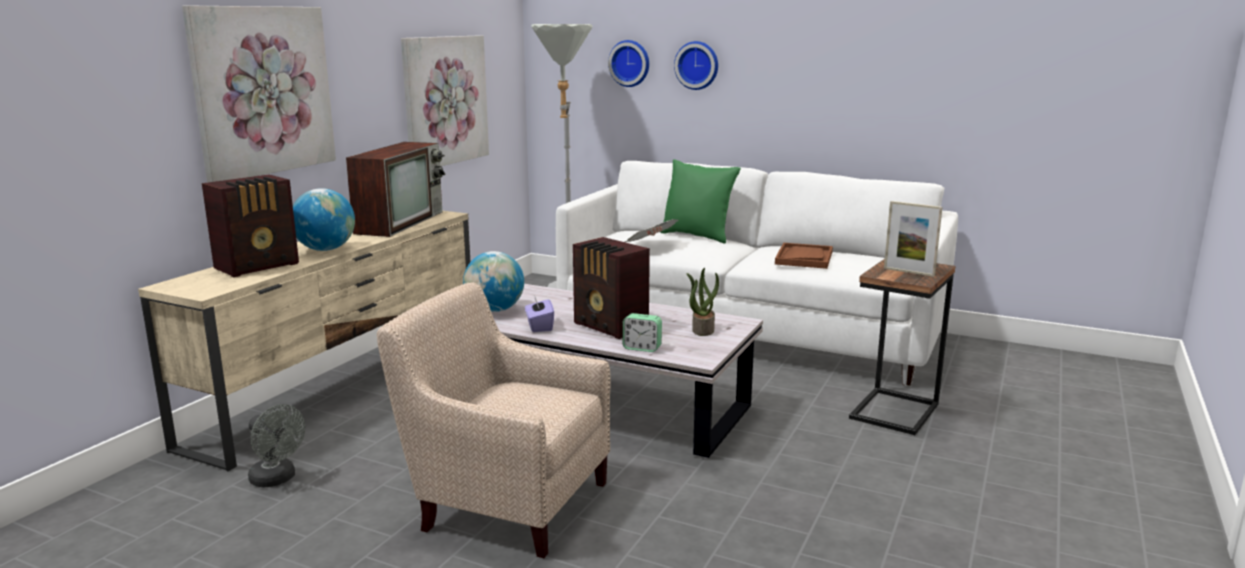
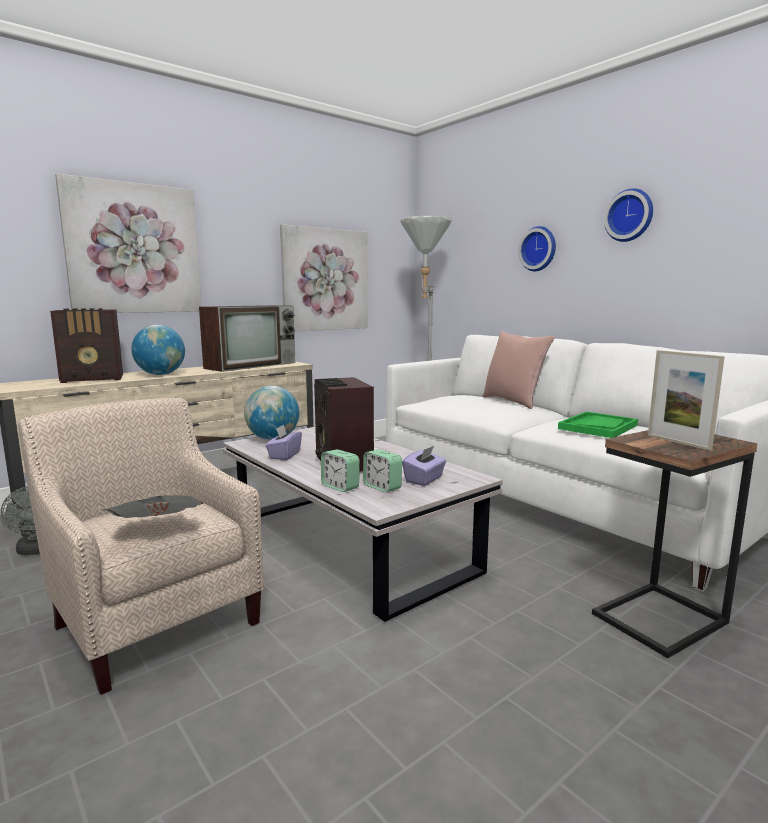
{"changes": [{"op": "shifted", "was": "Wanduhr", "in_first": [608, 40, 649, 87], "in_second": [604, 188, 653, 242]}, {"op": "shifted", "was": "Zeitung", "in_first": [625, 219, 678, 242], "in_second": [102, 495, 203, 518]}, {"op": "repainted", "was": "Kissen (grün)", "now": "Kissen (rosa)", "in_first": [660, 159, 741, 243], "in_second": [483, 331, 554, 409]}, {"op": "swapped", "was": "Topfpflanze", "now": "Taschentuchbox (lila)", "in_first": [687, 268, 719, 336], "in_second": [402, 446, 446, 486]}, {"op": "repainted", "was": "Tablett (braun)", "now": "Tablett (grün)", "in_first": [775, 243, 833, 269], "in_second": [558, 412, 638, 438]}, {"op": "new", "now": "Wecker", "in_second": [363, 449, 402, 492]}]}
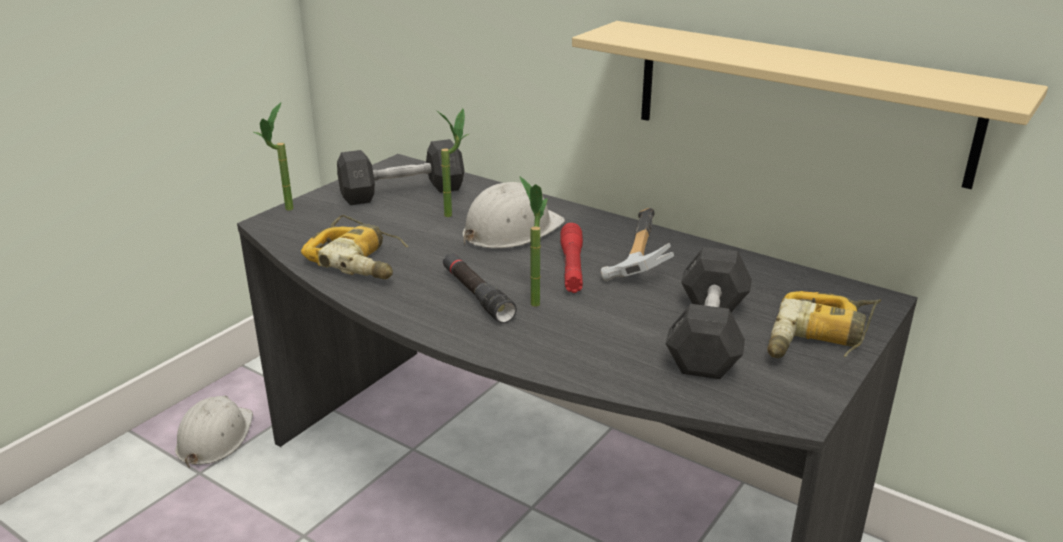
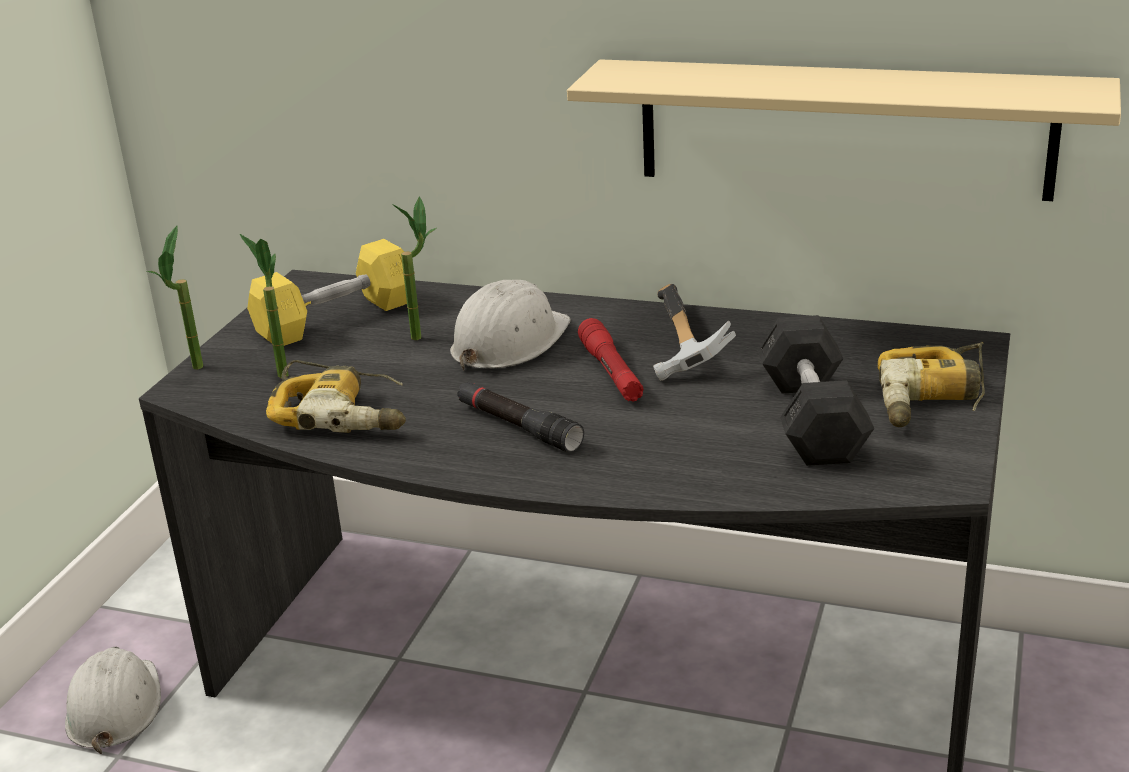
{"changes": [{"op": "repainted", "was": "Hantel (grau)", "now": "Hantel (gelb)", "in_first": [337, 139, 464, 205], "in_second": [247, 239, 407, 346]}, {"op": "shifted", "was": "Topfpflanze", "in_first": [520, 177, 547, 307], "in_second": [240, 234, 289, 378]}]}
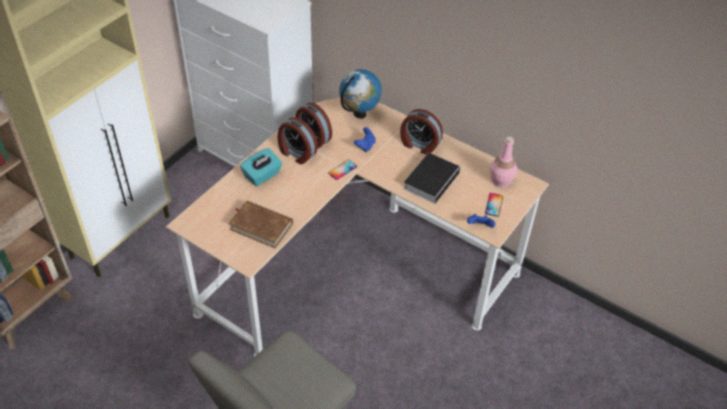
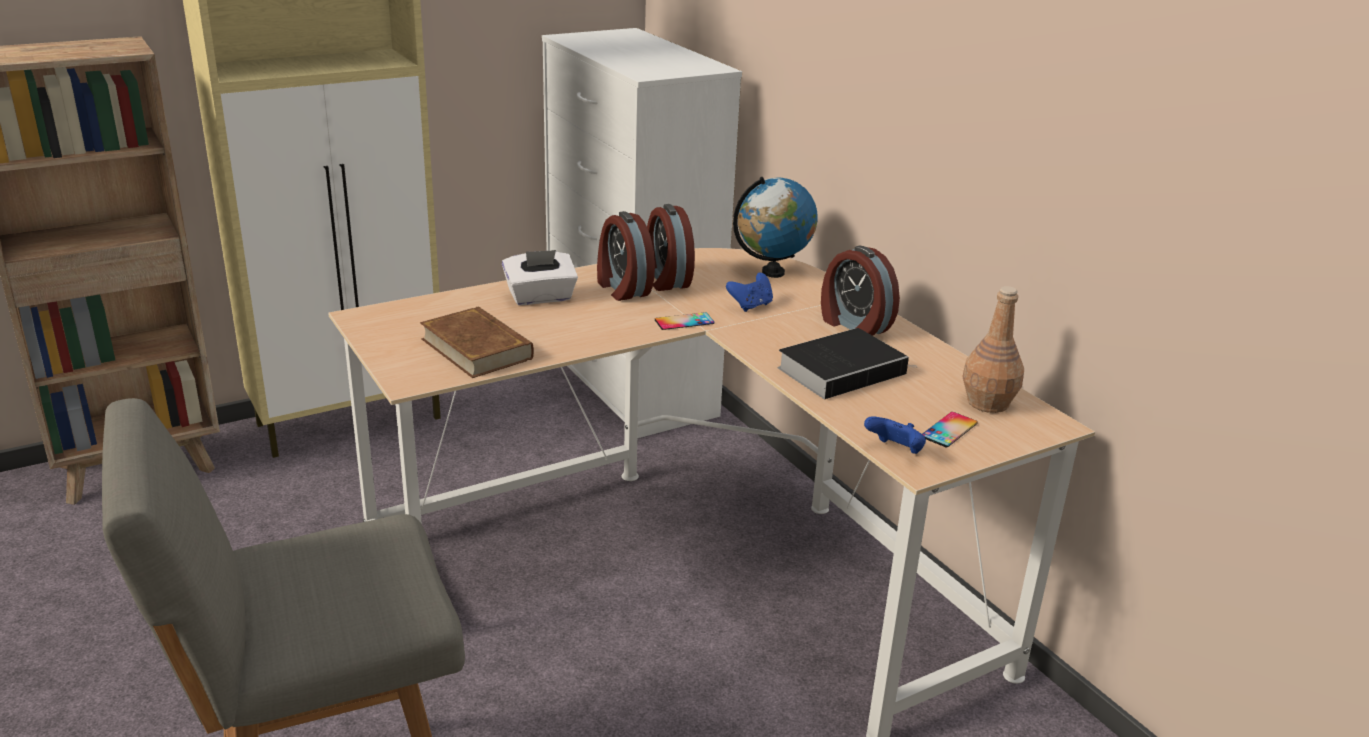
{"changes": [{"op": "repainted", "was": "Taschentuchbox (türkis)", "now": "Taschentuchbox (weiß)", "in_first": [240, 148, 282, 186], "in_second": [502, 250, 578, 305]}, {"op": "repainted", "was": "Flasche (rosa)", "now": "Flasche (braun)", "in_first": [489, 137, 517, 187], "in_second": [962, 286, 1024, 413]}]}
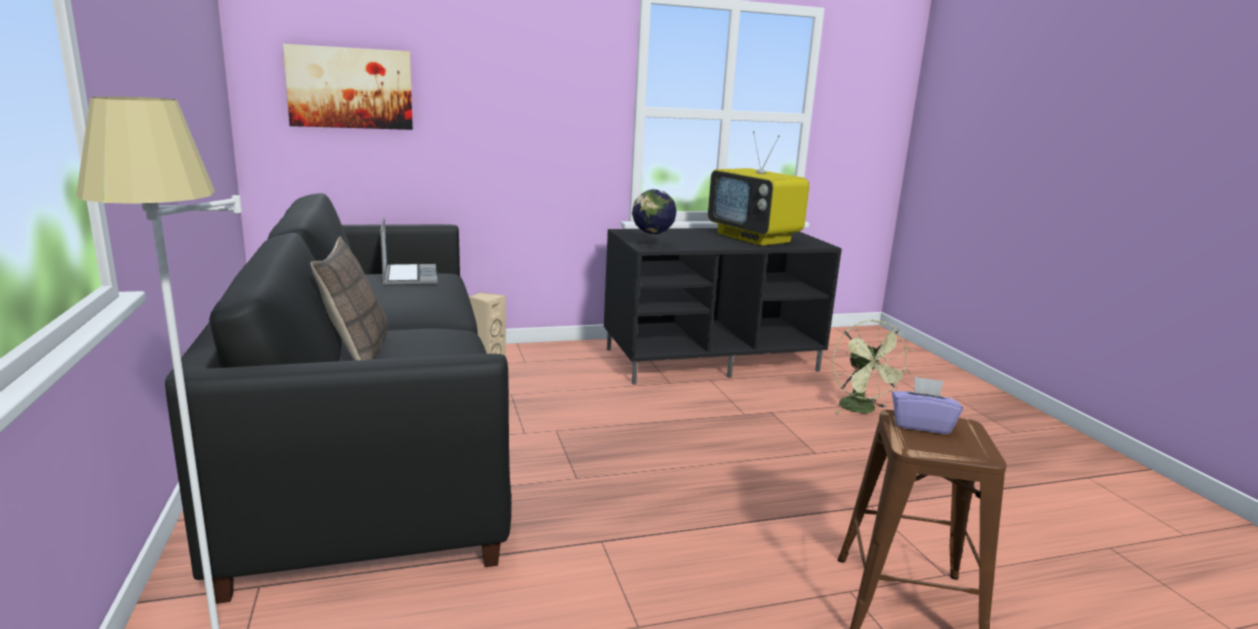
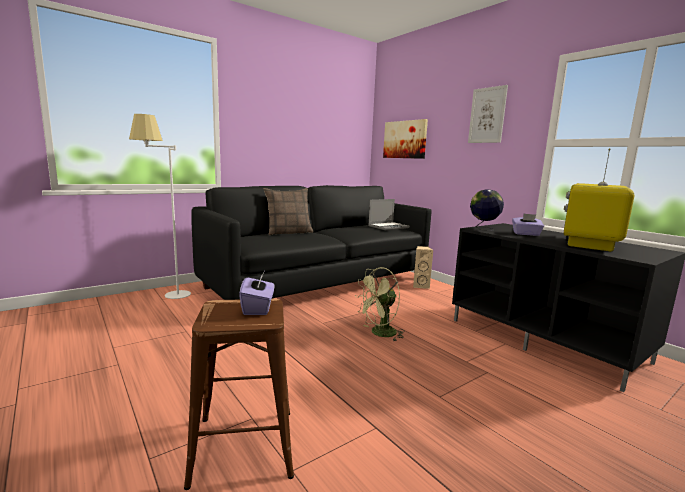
{"changes": [{"op": "shifted", "was": "Ventilator (grün)", "in_first": [832, 320, 913, 413], "in_second": [355, 267, 405, 342]}, {"op": "new", "now": "Bild", "in_second": [468, 85, 508, 143]}, {"op": "new", "now": "Taschentuchbox (lila)", "in_second": [512, 214, 544, 236]}]}
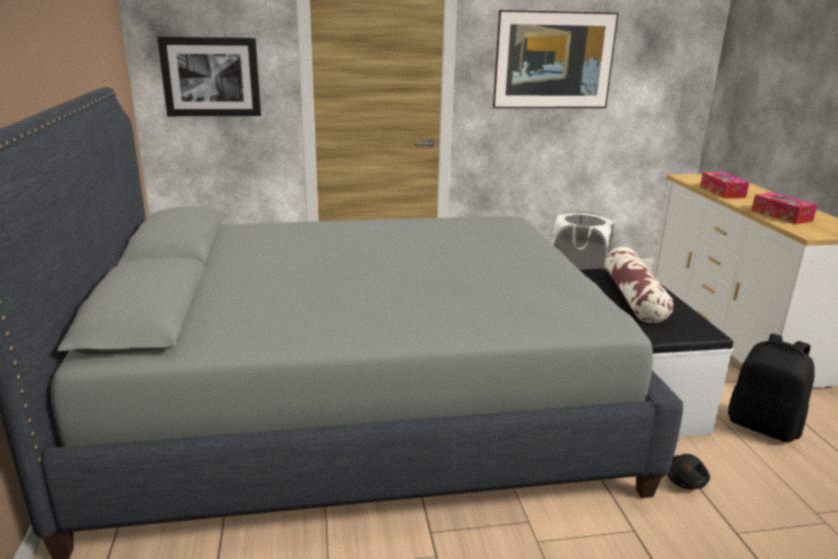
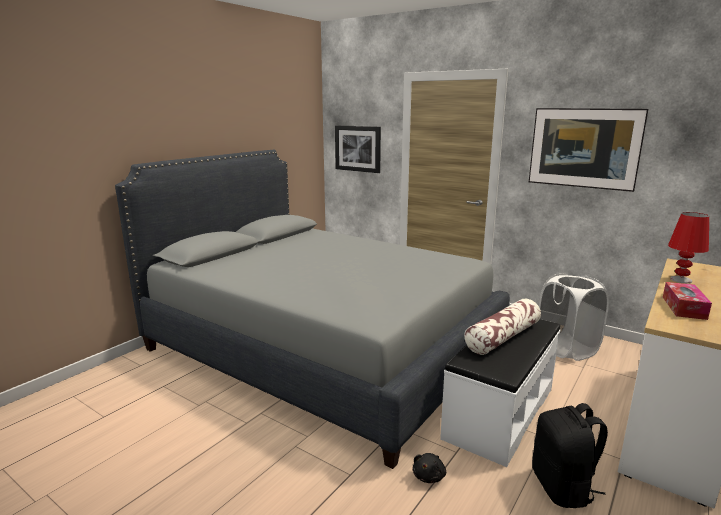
{"changes": [{"op": "rotated", "was": "Plüschtier (schwarz)", "in_first": [667, 454, 710, 489], "in_second": [413, 453, 446, 483], "clockwise": -45}, {"op": "swapped", "was": "Taschentuchbox", "now": "Tischlampe (rot)", "in_first": [700, 172, 749, 198], "in_second": [668, 212, 709, 283]}]}
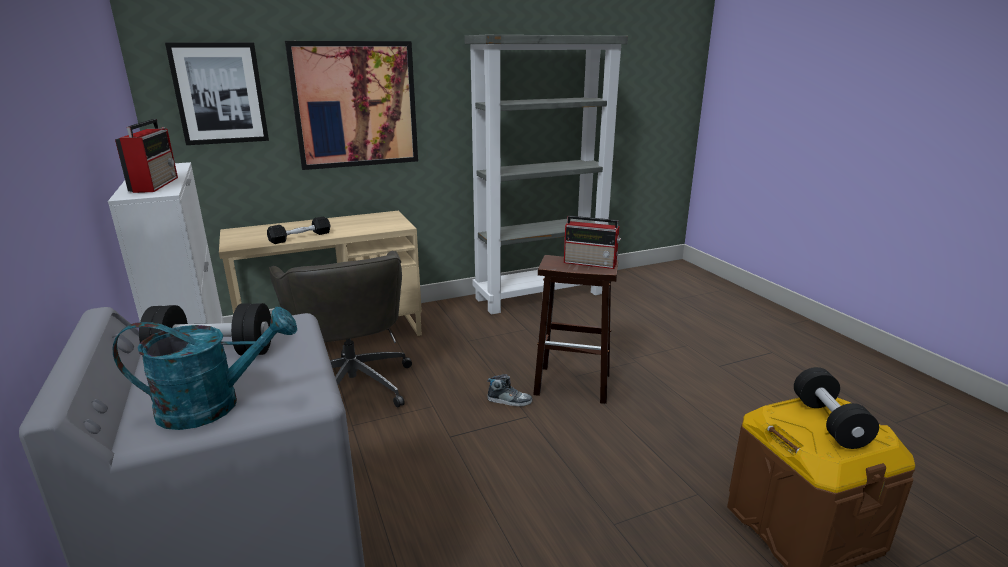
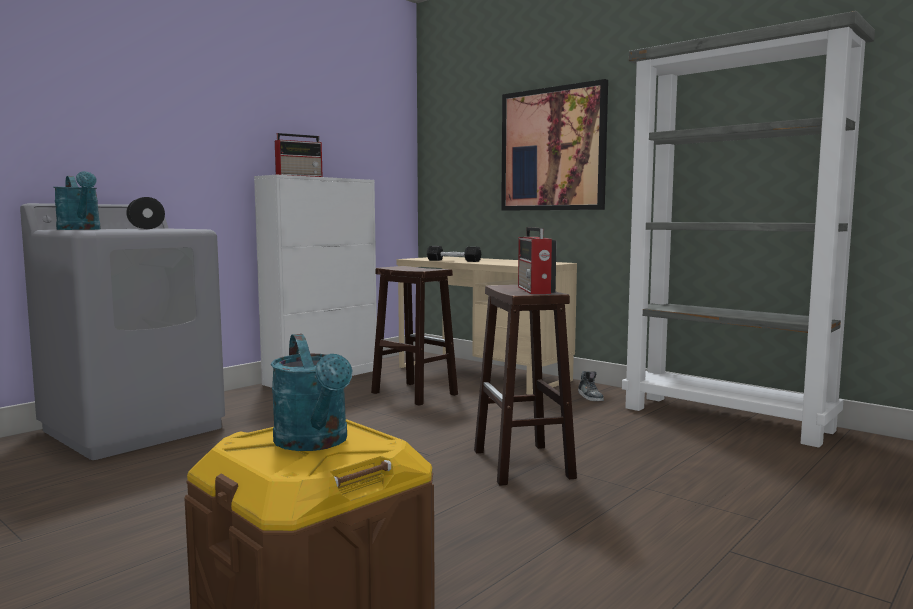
{"changes": [{"op": "gone", "was": "Bild", "in_first": [165, 42, 269, 145]}, {"op": "swapped", "was": "Bürostuhl (grau)", "now": "Hocker (braun)", "in_first": [269, 251, 412, 407], "in_second": [371, 266, 458, 406]}, {"op": "shifted", "was": "Schuh", "in_first": [487, 374, 532, 406], "in_second": [578, 371, 604, 401]}, {"op": "swapped", "was": "Hantel (schwarz)", "now": "Gießkanne (türkis)", "in_first": [794, 367, 879, 449], "in_second": [270, 334, 352, 451]}]}
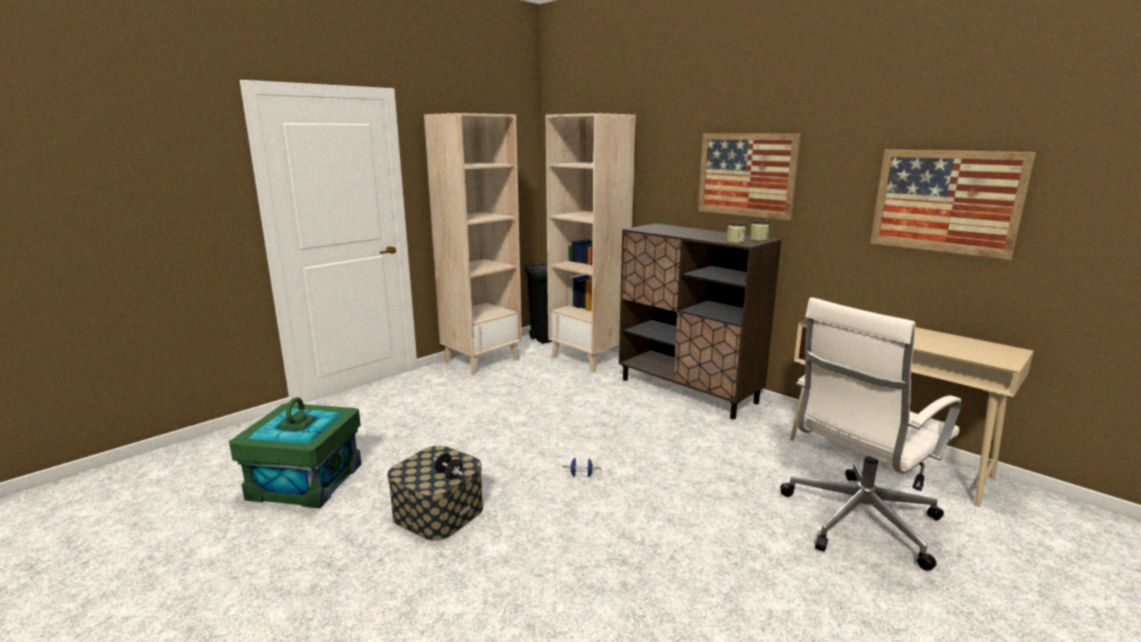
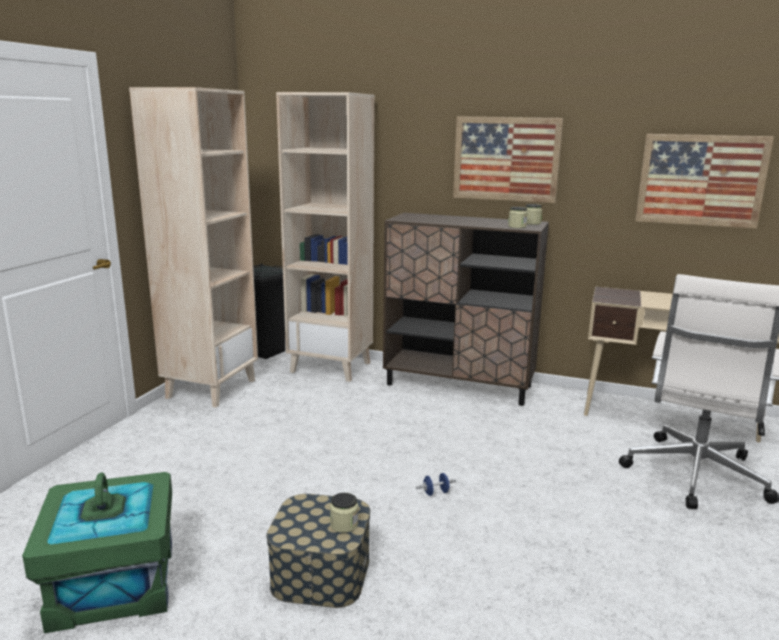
{"changes": [{"op": "swapped", "was": "Hantel (schwarz)", "now": "Vorratsglas", "in_first": [433, 453, 464, 479], "in_second": [330, 493, 358, 533]}]}
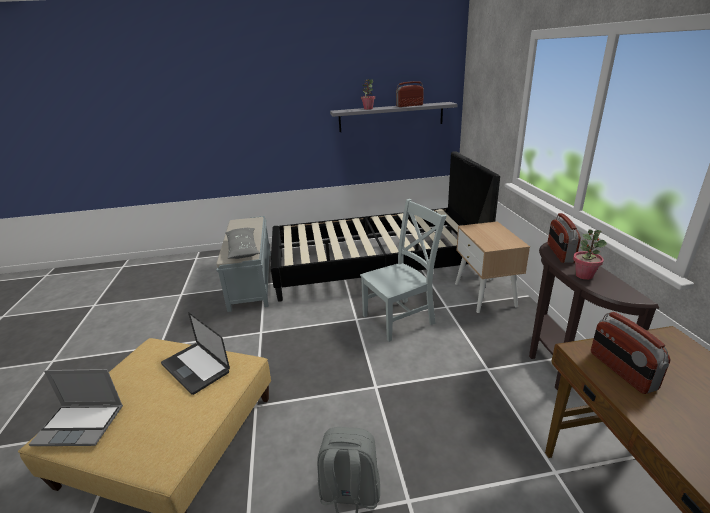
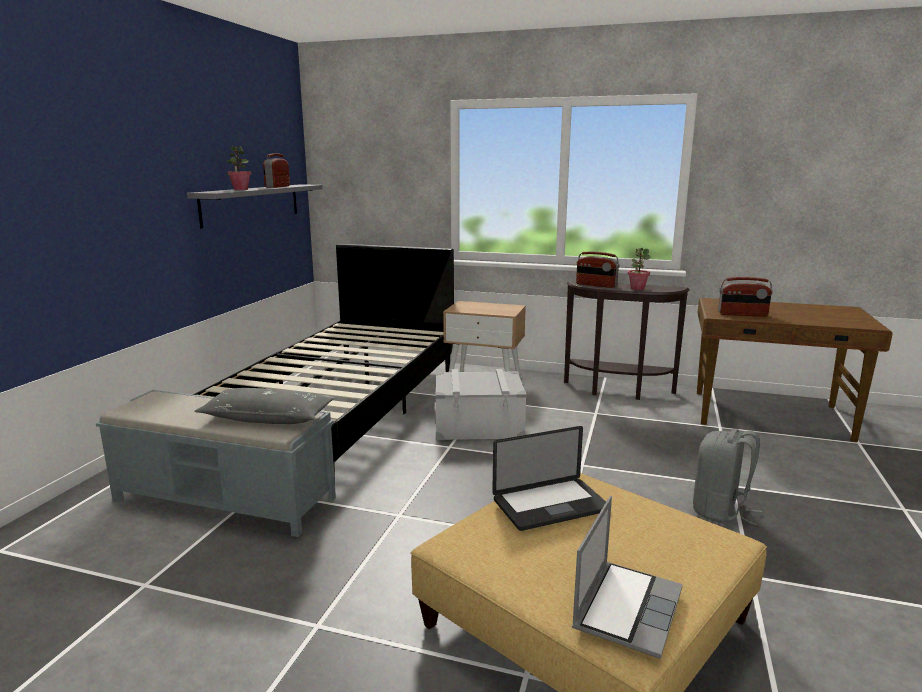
{"changes": [{"op": "swapped", "was": "Stuhl (grau)", "now": "Aufbewahrungsbox (grau)", "in_first": [360, 199, 447, 342], "in_second": [434, 369, 527, 440]}]}
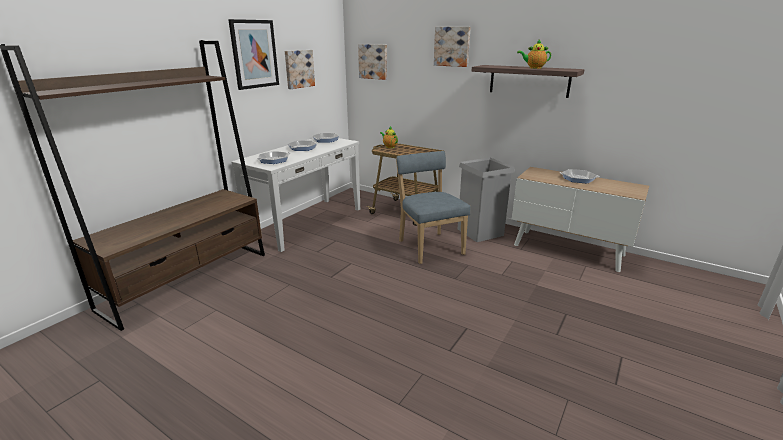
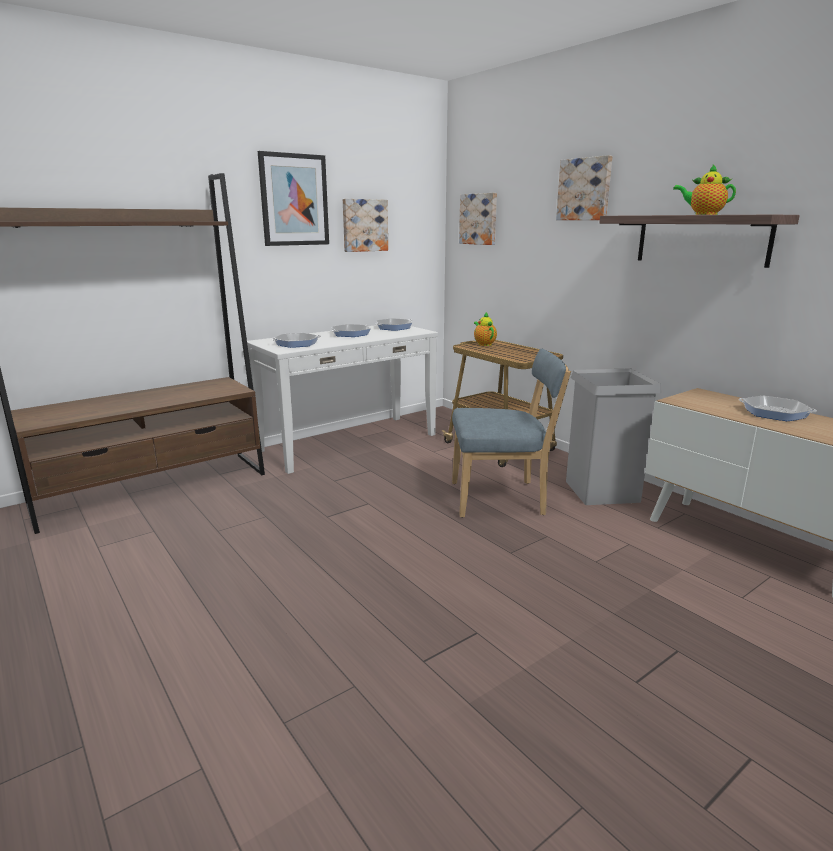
{"changes": [{"op": "rotated", "was": "Stuhl (blau)", "in_first": [396, 151, 471, 264], "in_second": [452, 349, 571, 518], "clockwise": 90}]}
